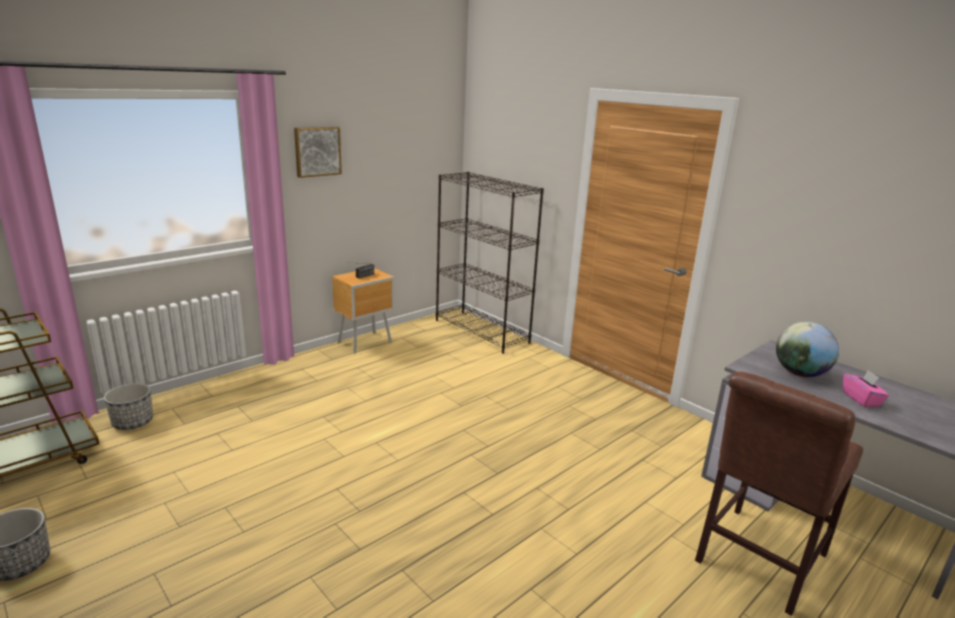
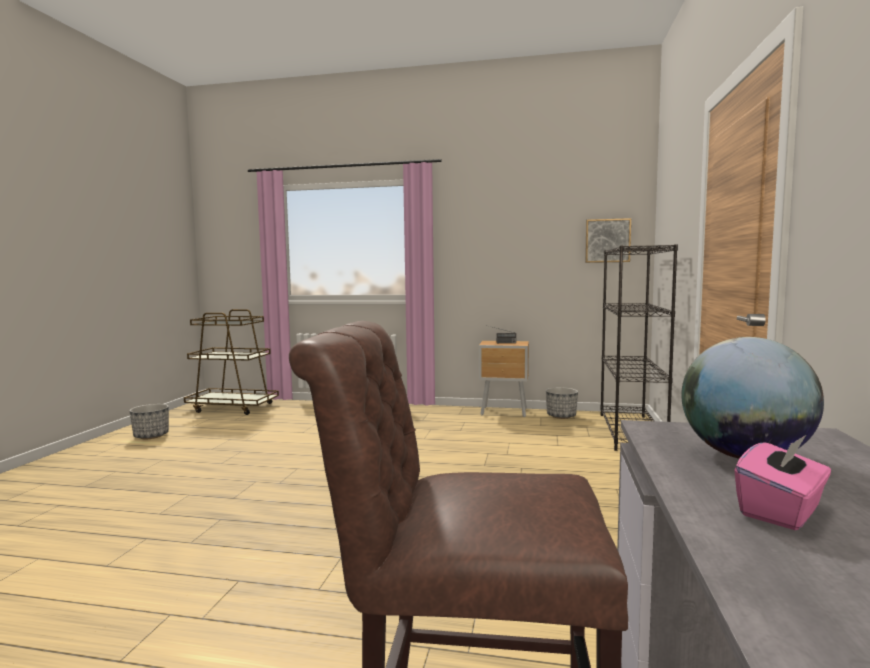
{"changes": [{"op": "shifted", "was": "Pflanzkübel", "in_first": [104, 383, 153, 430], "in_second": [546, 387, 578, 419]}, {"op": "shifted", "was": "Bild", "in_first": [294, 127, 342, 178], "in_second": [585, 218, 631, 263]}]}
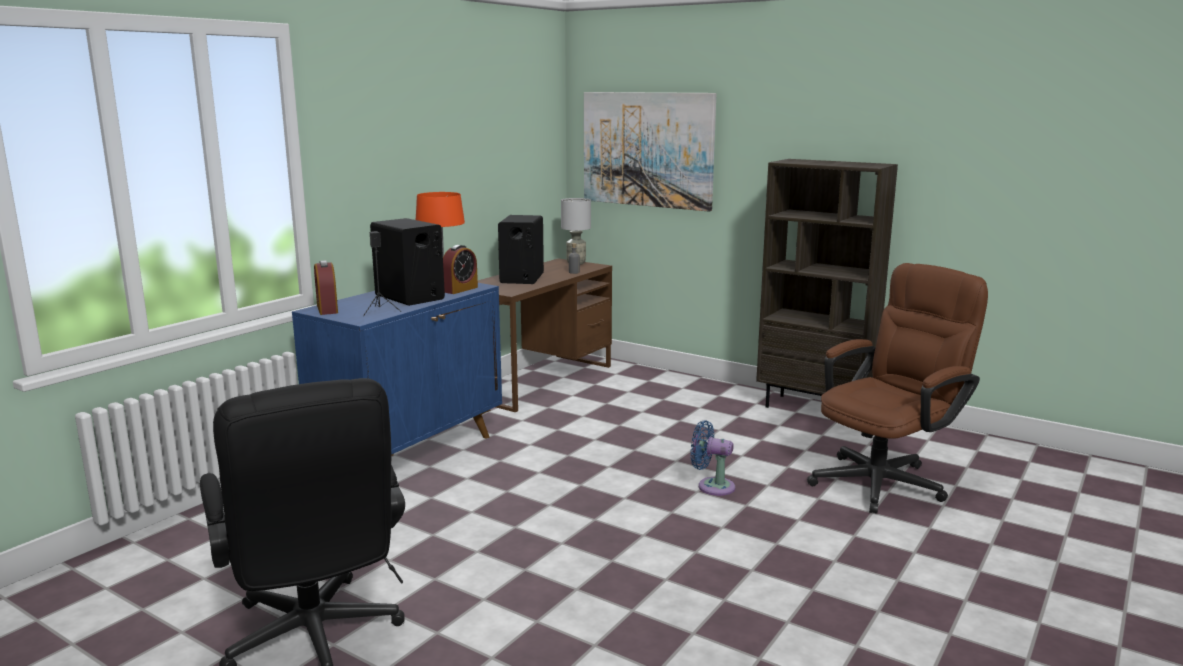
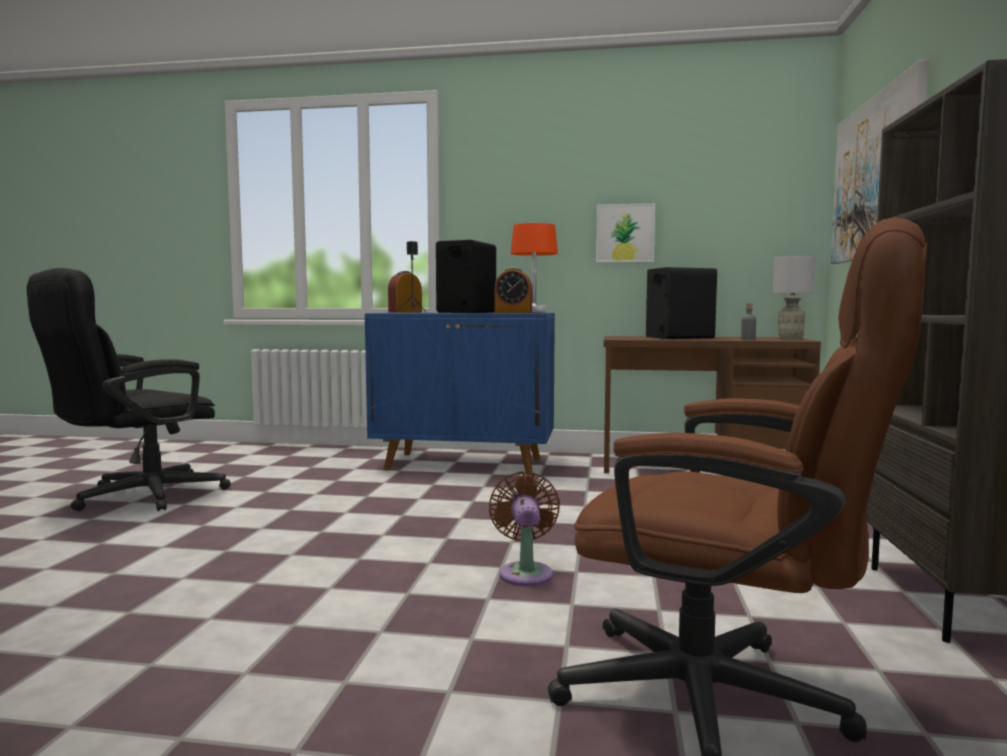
{"changes": [{"op": "repainted", "was": "Ventilator (blau)", "now": "Ventilator (braun)", "in_first": [691, 420, 735, 496], "in_second": [489, 471, 560, 586]}, {"op": "new", "now": "Bild", "in_second": [596, 203, 655, 263]}]}
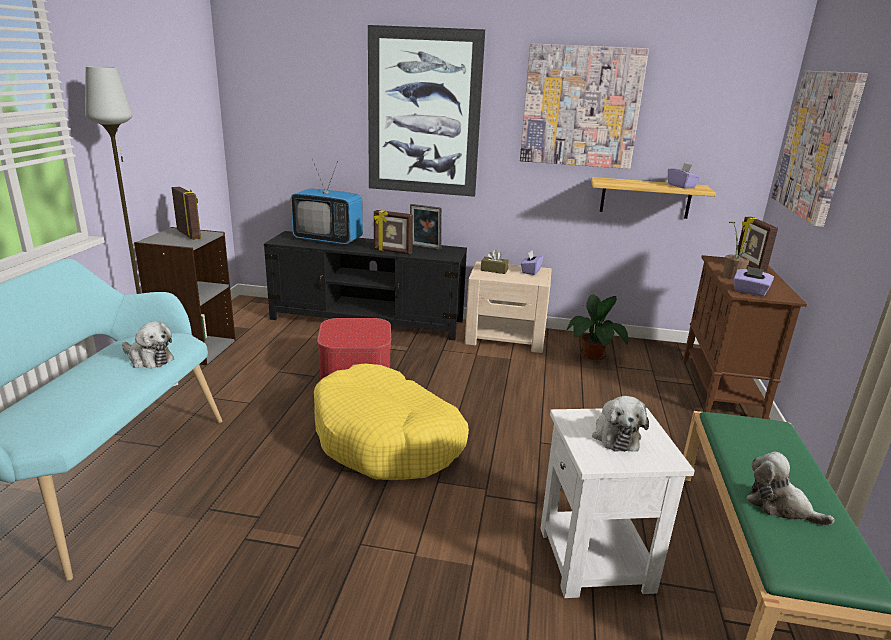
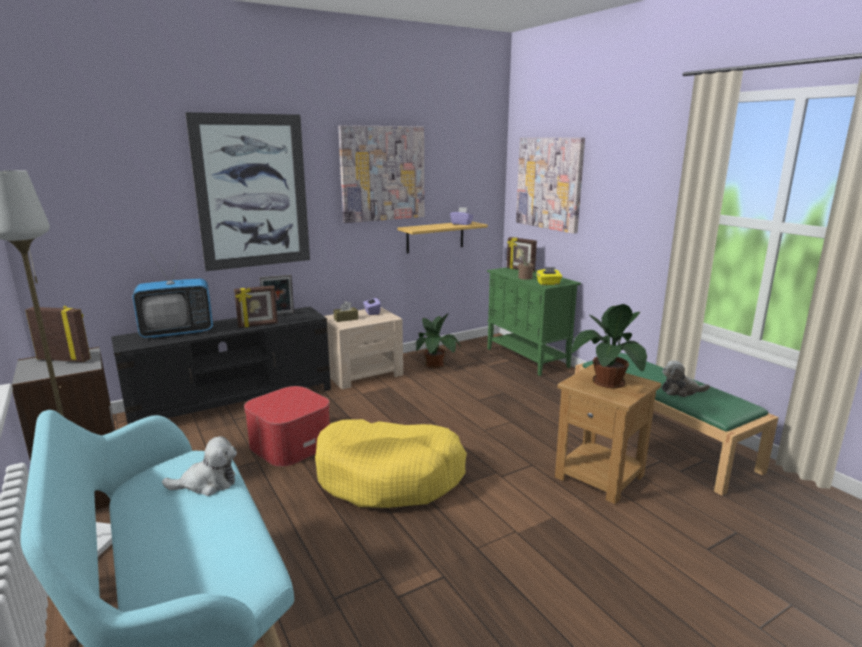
{"changes": [{"op": "repainted", "was": "Beistelltisch (weiß)", "now": "Beistelltisch (braun)", "in_first": [541, 408, 695, 598], "in_second": [555, 364, 662, 504]}, {"op": "swapped", "was": "Plüschtier", "now": "Topfpflanze", "in_first": [592, 396, 649, 452], "in_second": [571, 304, 647, 388]}, {"op": "repainted", "was": "Schrank (braun)", "now": "Schrank (grün)", "in_first": [683, 255, 807, 419], "in_second": [487, 267, 581, 376]}, {"op": "repainted", "was": "Taschentuchbox (lila)", "now": "Taschentuchbox (gelb)", "in_first": [734, 266, 774, 297], "in_second": [536, 267, 562, 285]}]}
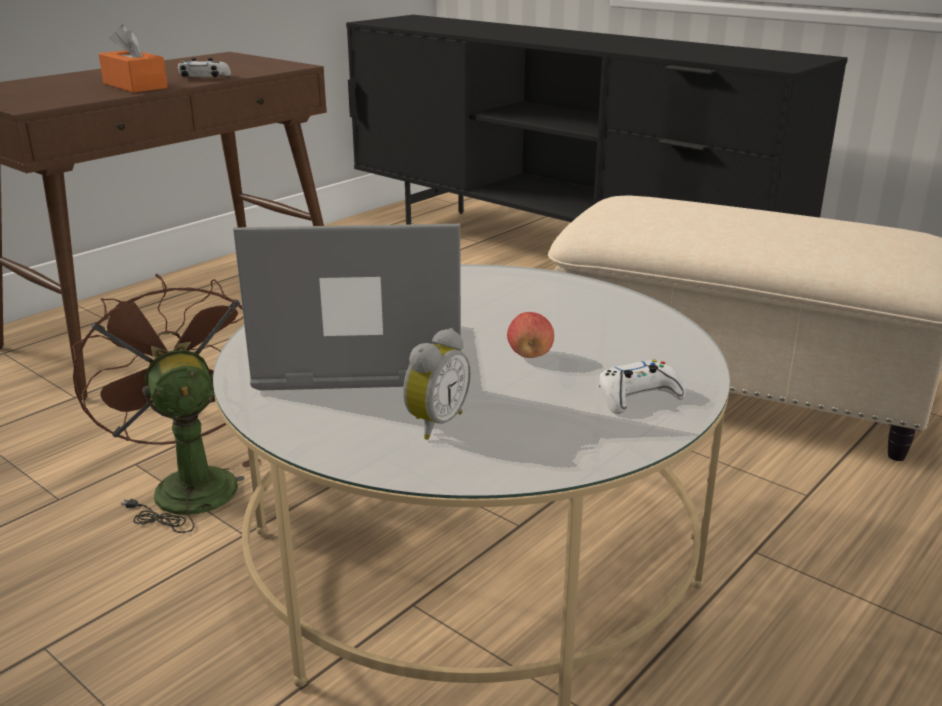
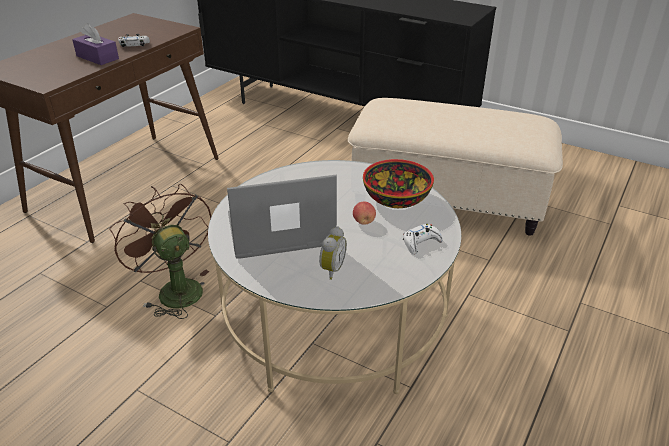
{"changes": [{"op": "repainted", "was": "Taschentuchbox (orange)", "now": "Taschentuchbox (lila)", "in_first": [99, 24, 168, 93], "in_second": [72, 23, 119, 65]}, {"op": "new", "now": "Schüssel", "in_second": [363, 159, 434, 208]}]}
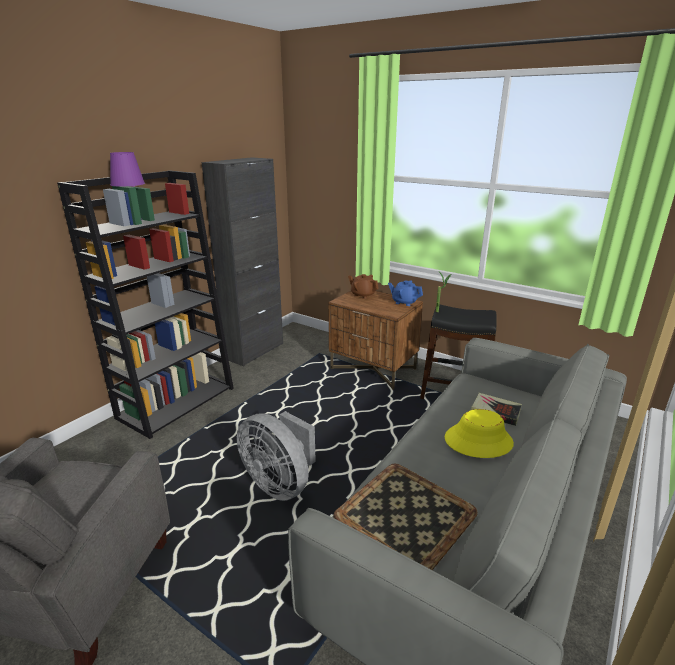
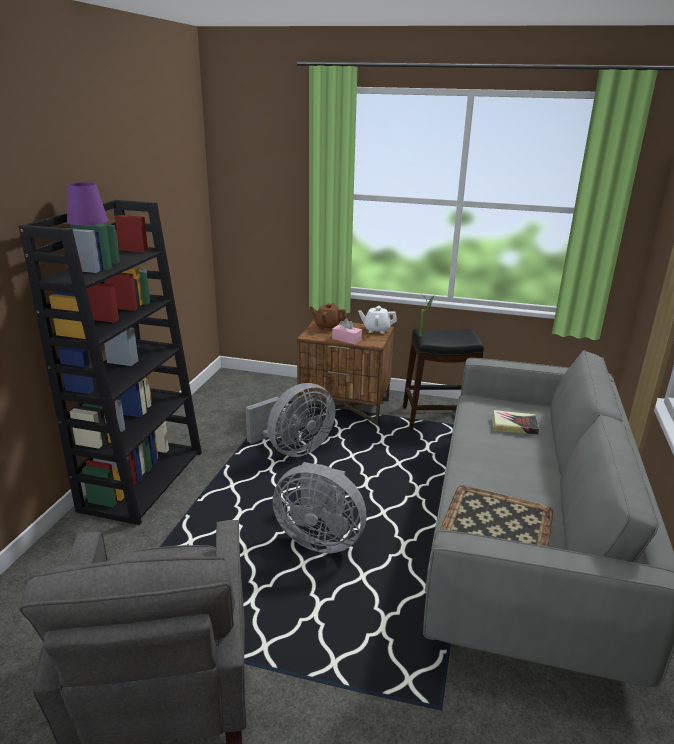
{"changes": [{"op": "gone", "was": "Schrank (schwarz)", "in_first": [202, 157, 283, 366]}, {"op": "repainted", "was": "Teekanne (blau)", "now": "Teekanne (weiß)", "in_first": [388, 280, 423, 306], "in_second": [358, 306, 397, 334]}, {"op": "gone", "was": "Hut (gelb)", "in_first": [444, 409, 514, 458]}, {"op": "new", "now": "Ventilator (grau)", "in_second": [246, 383, 336, 457]}, {"op": "new", "now": "Taschentuchbox (rosa)", "in_second": [332, 318, 362, 344]}]}
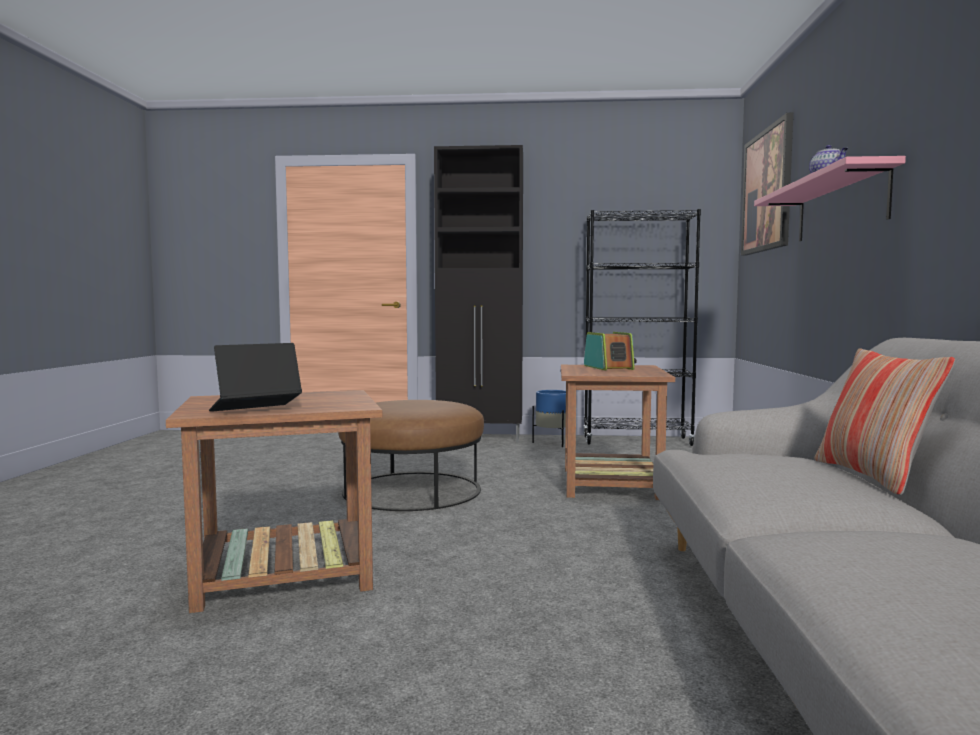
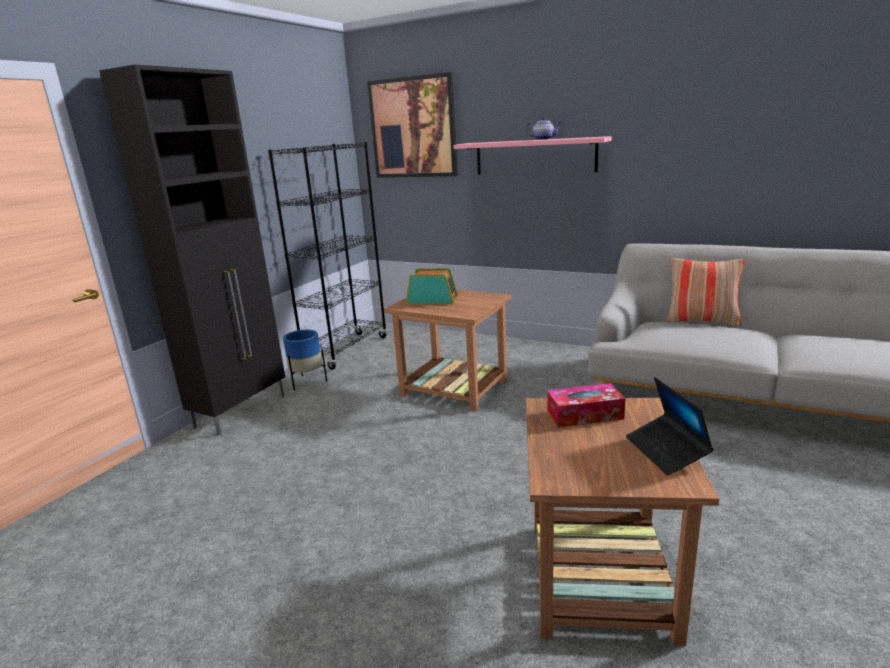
{"changes": [{"op": "gone", "was": "Polsterhocker (braun)", "in_first": [338, 400, 484, 511]}, {"op": "new", "now": "Taschentuchbox", "in_second": [547, 383, 626, 428]}]}
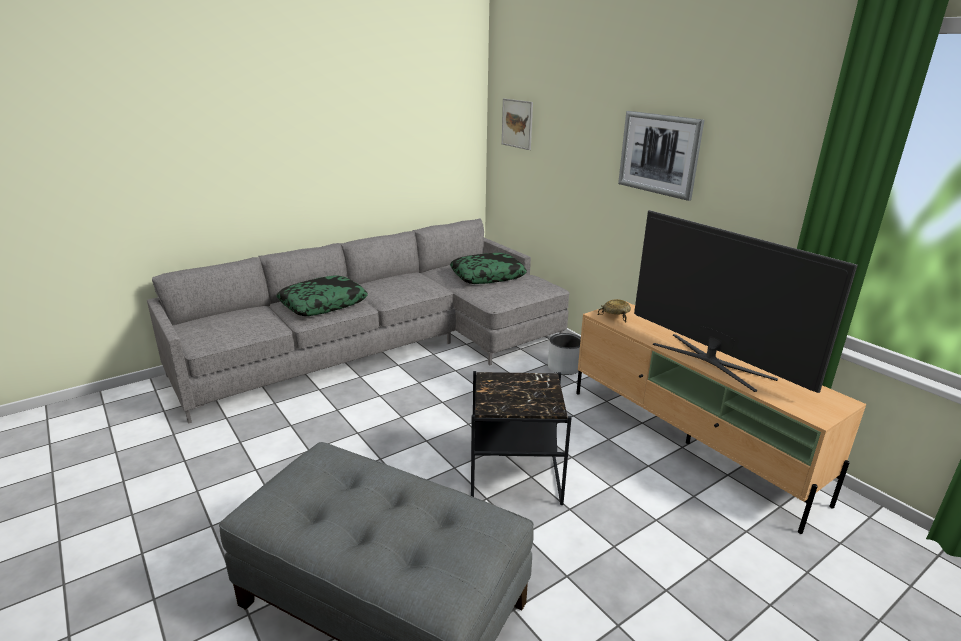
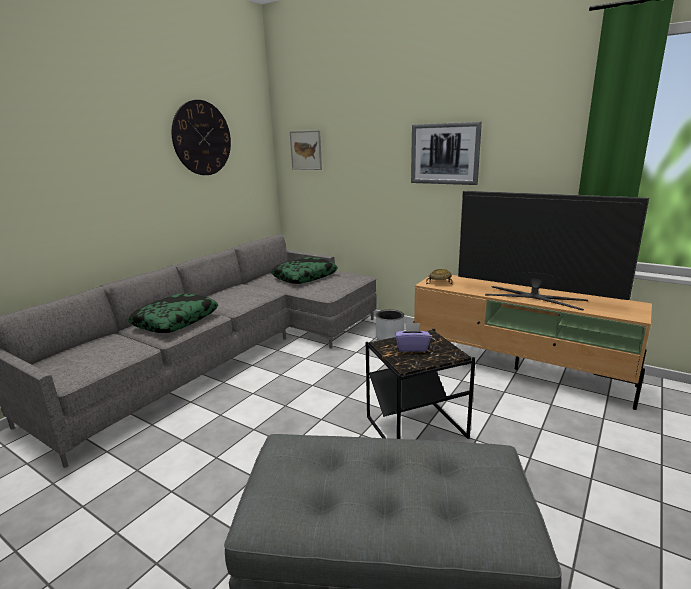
{"changes": [{"op": "new", "now": "Wanduhr", "in_second": [172, 100, 231, 175]}, {"op": "new", "now": "Taschentuchbox (lila)", "in_second": [395, 323, 431, 352]}]}
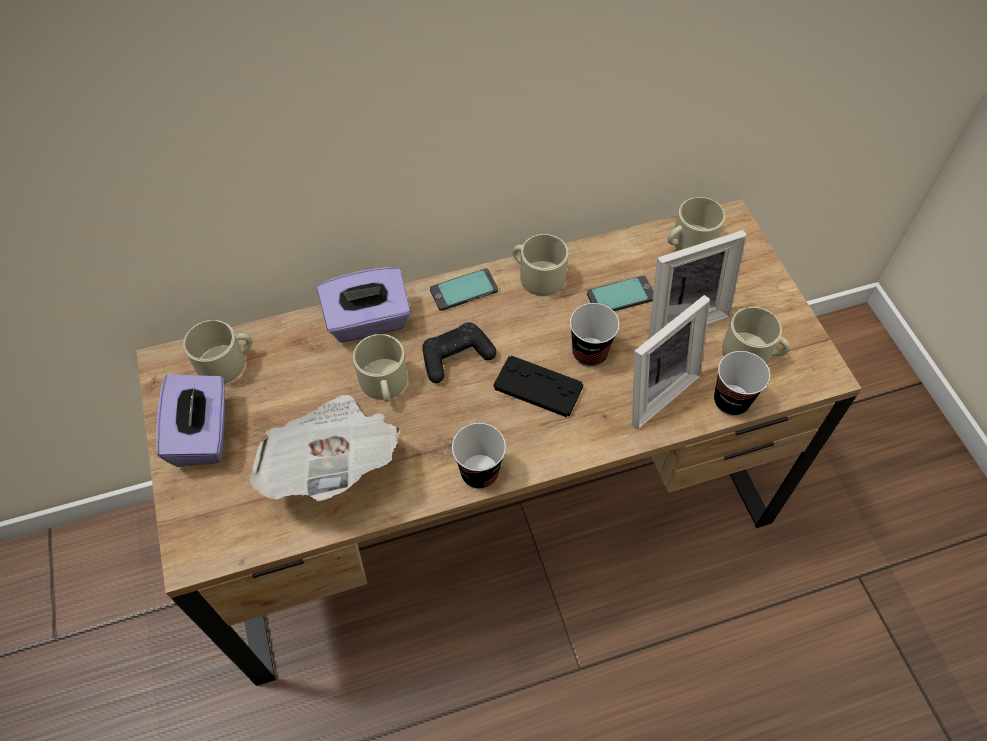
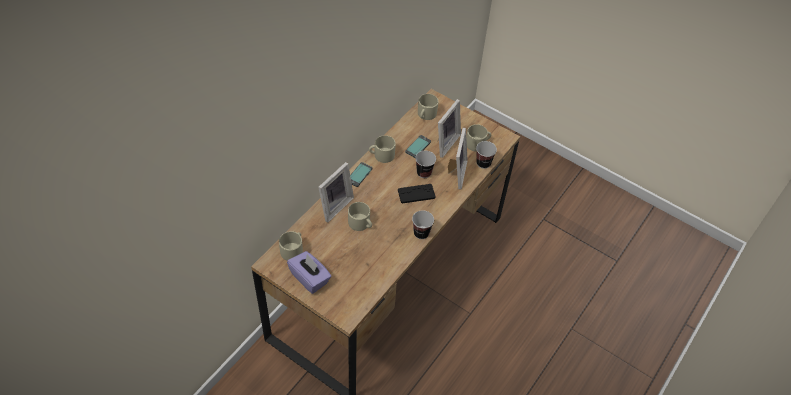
{"changes": [{"op": "gone", "was": "Zeitung", "in_first": [249, 395, 401, 501]}, {"op": "swapped", "was": "Taschentuchbox (lila)", "now": "Bilderrahmen", "in_first": [317, 267, 411, 342], "in_second": [318, 162, 354, 223]}, {"op": "gone", "was": "Gamepad (schwarz)", "in_first": [422, 322, 496, 383]}]}
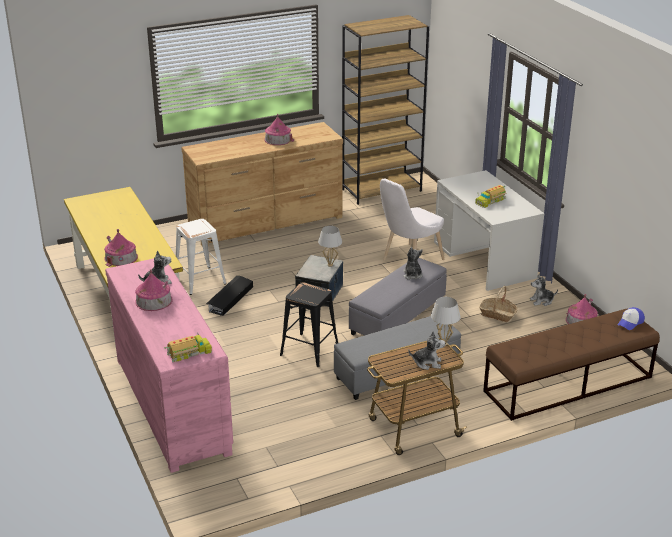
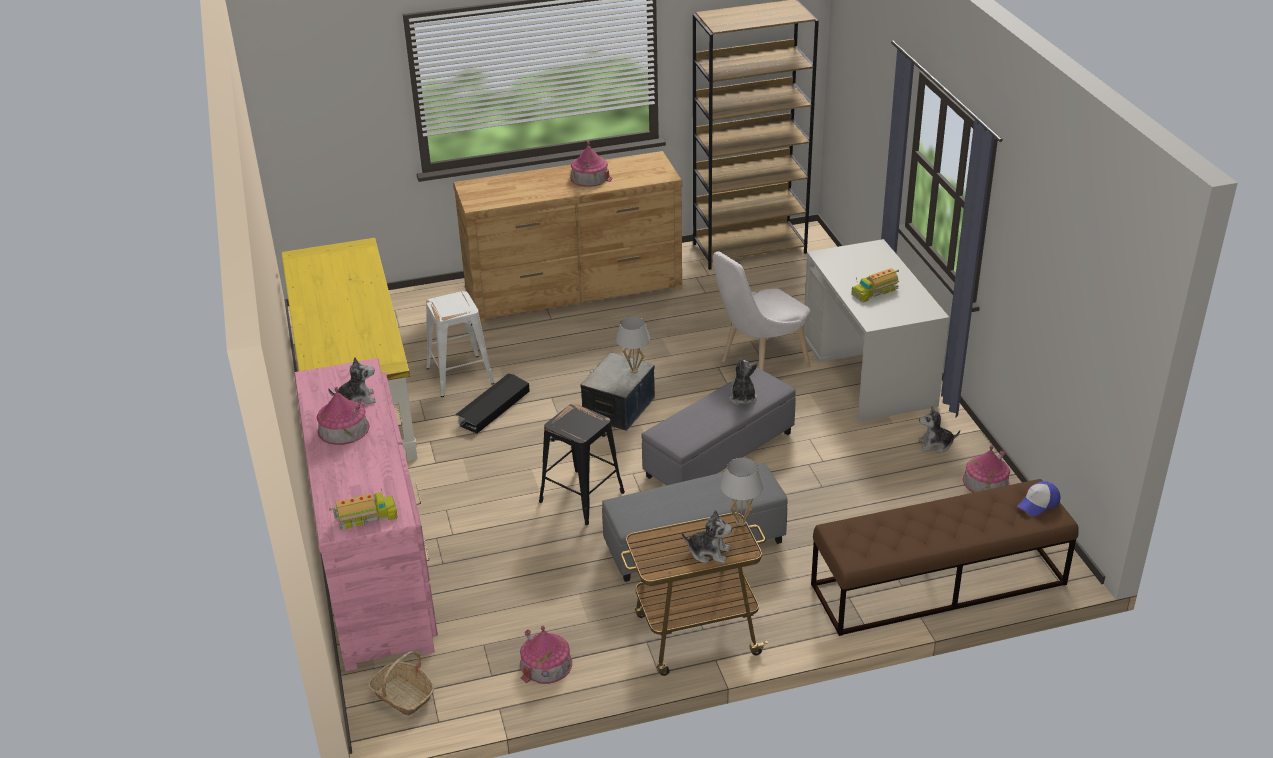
{"changes": [{"op": "shifted", "was": "Spielzeughaus", "in_first": [104, 229, 138, 267], "in_second": [520, 626, 572, 684]}, {"op": "shifted", "was": "Korb", "in_first": [479, 286, 518, 322], "in_second": [368, 651, 434, 716]}]}
